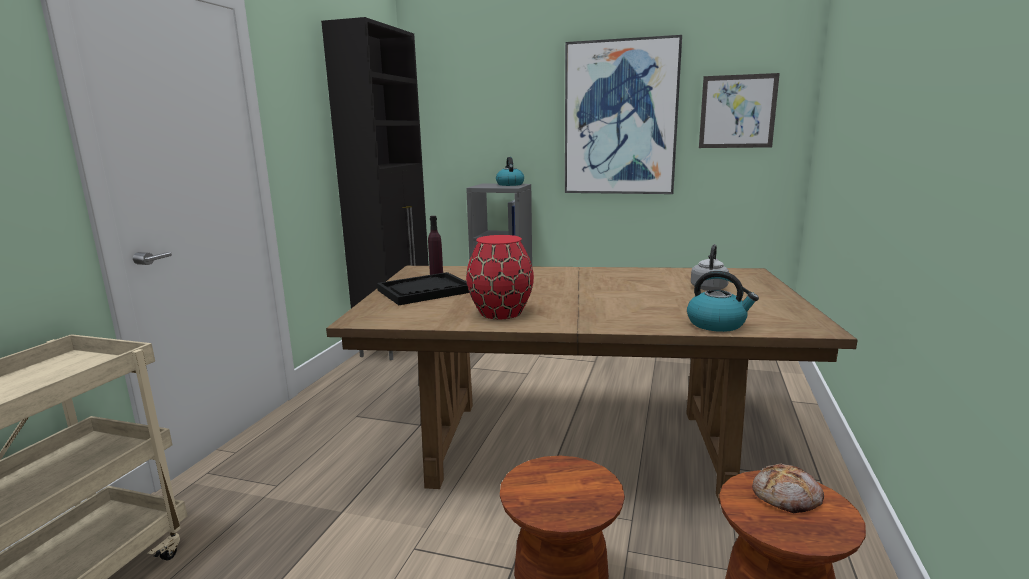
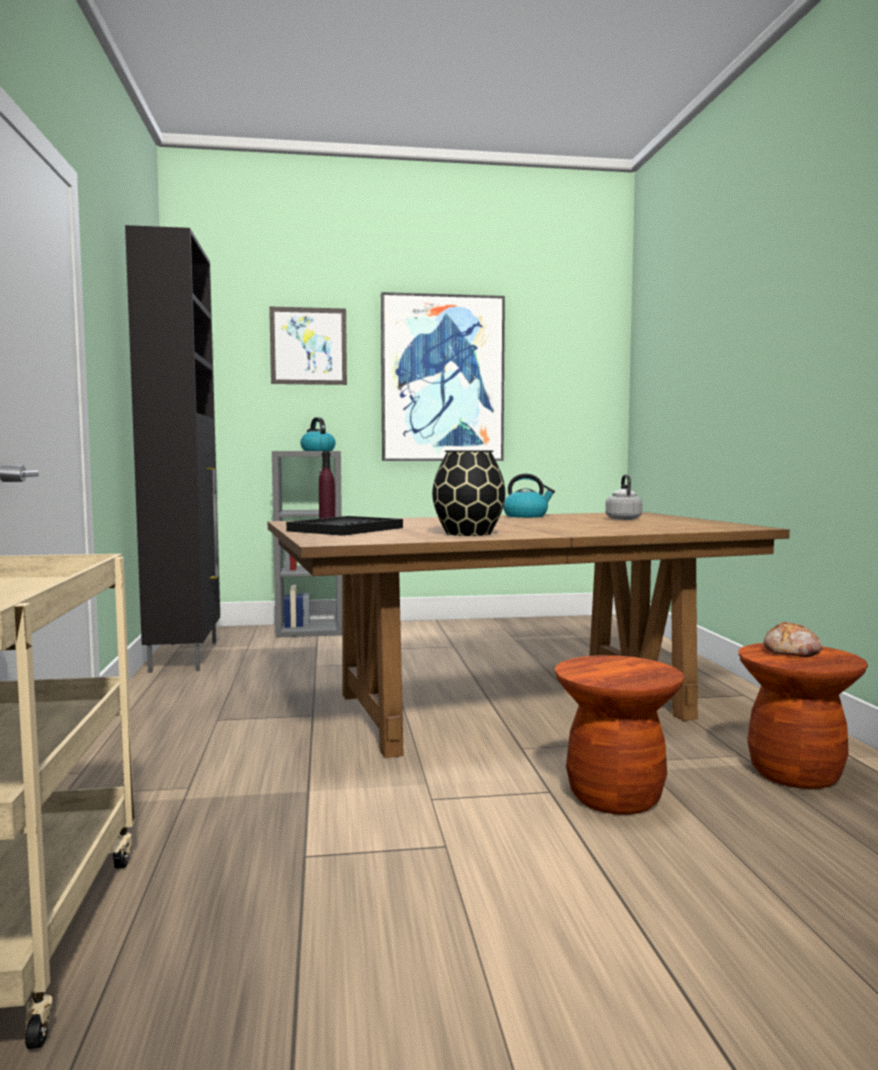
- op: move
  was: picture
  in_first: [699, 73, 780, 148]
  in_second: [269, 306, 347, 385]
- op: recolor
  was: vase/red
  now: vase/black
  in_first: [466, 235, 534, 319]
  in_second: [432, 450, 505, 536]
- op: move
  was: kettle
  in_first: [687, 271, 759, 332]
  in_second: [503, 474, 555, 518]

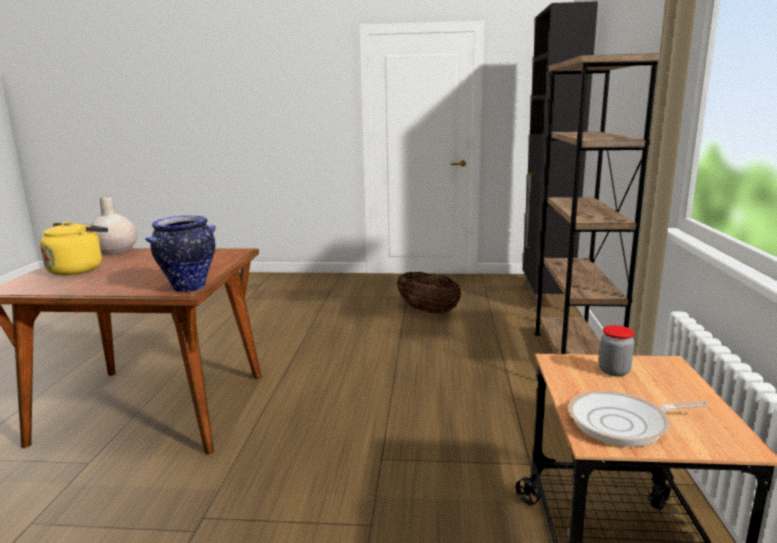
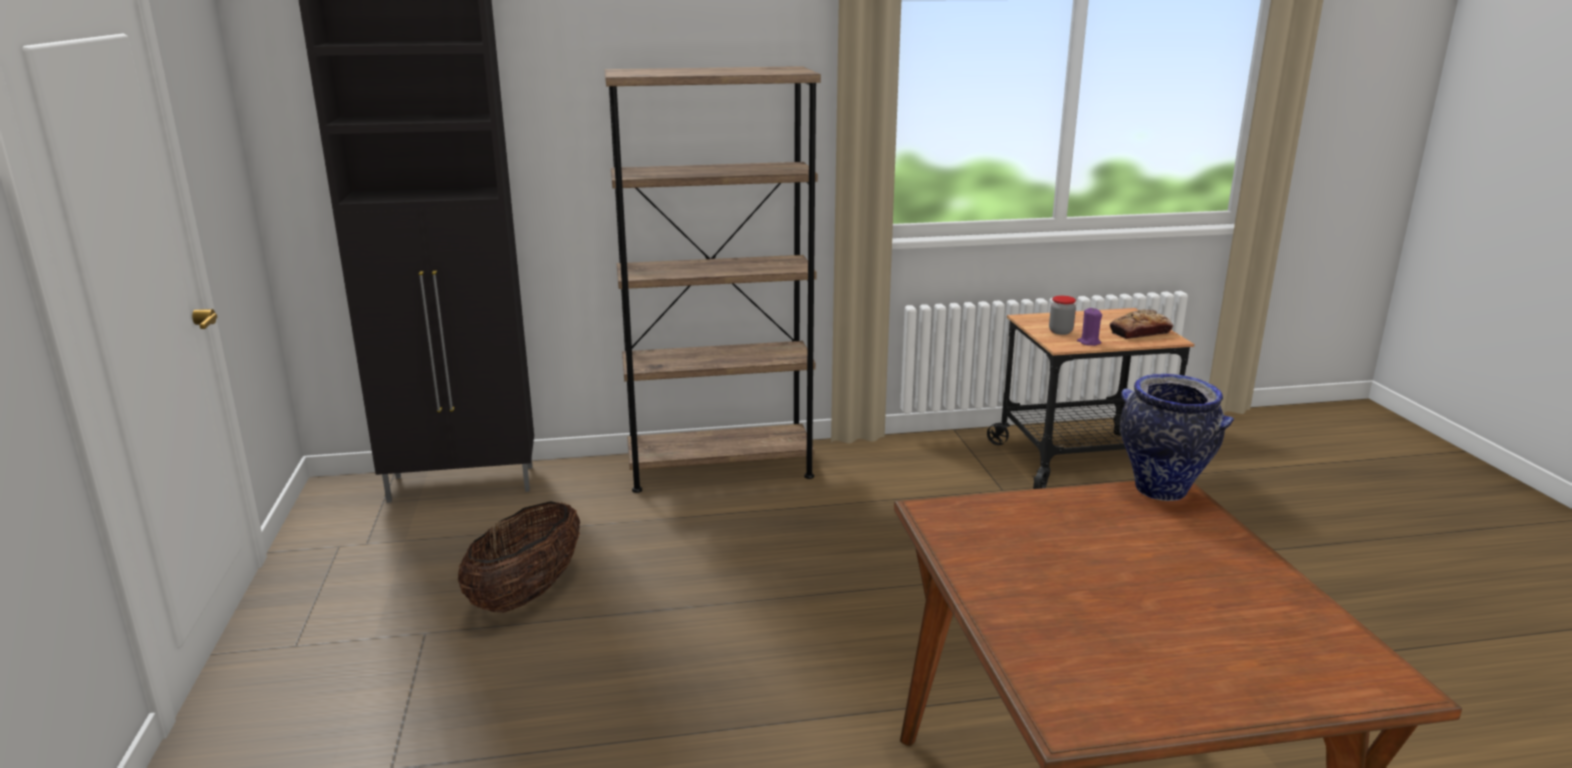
- op: delete
  was: vase/beige
  in_first: [91, 196, 137, 255]
- op: delete
  was: kettle/yellow
  in_first: [40, 221, 108, 275]
- op: replace
  was: frying pan
  now: bread
  in_first: [568, 390, 709, 447]
  in_second: [1110, 309, 1173, 339]
- op: insert
  now: candle/purple
  in_second: [1077, 308, 1102, 346]

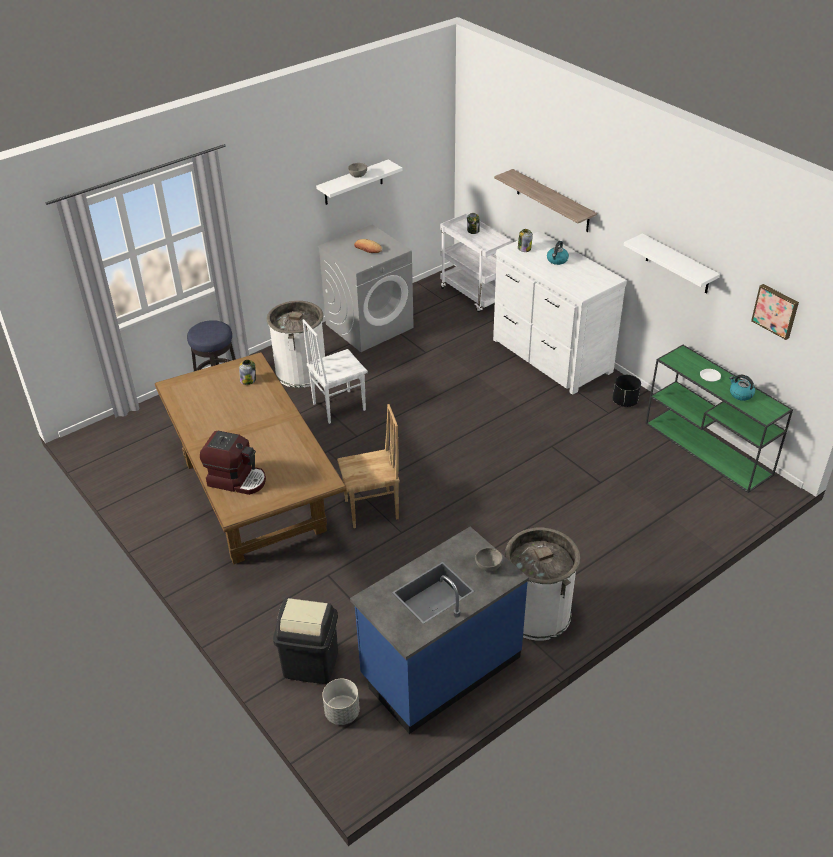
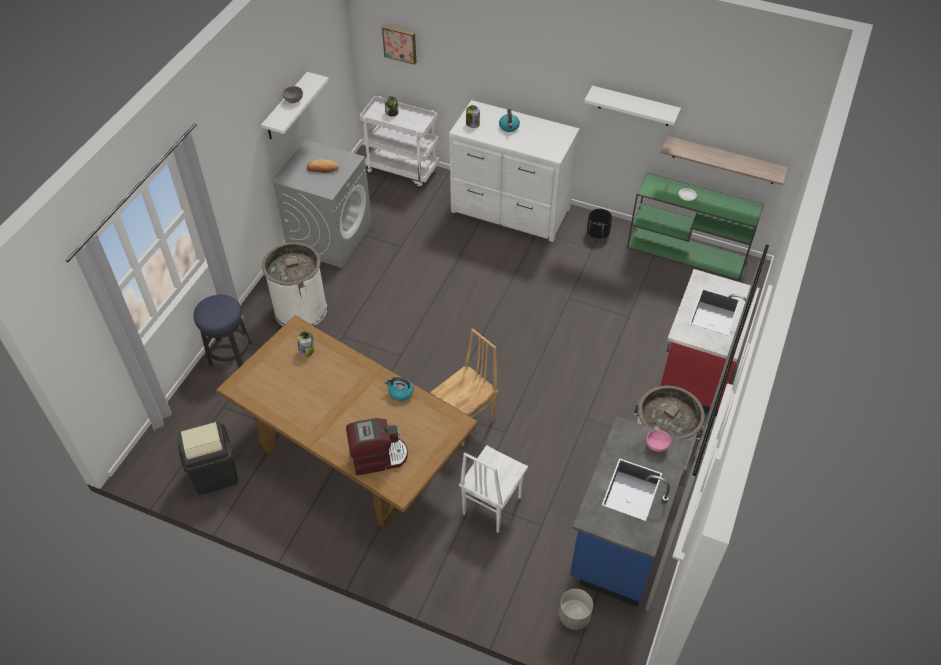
- op: move
  was: shelf
  in_first: [494, 169, 597, 232]
  in_second: [660, 136, 788, 185]
- op: move
  was: picture
  in_first: [751, 284, 799, 340]
  in_second: [382, 25, 416, 65]
- op: move
  was: chair/white
  in_first: [303, 319, 368, 424]
  in_second: [459, 445, 528, 533]
- op: move
  was: kettle
  in_first: [729, 375, 755, 401]
  in_second: [385, 377, 414, 401]
- op: recolor
  was: bowl/grey
  now: bowl/pink
  in_first: [475, 548, 503, 572]
  in_second: [646, 430, 671, 452]
- op: move
  was: trash can/black
  in_first: [273, 598, 338, 684]
  in_second: [177, 421, 238, 495]
- op: insert
  now: counter/red
  in_second: [660, 269, 760, 416]

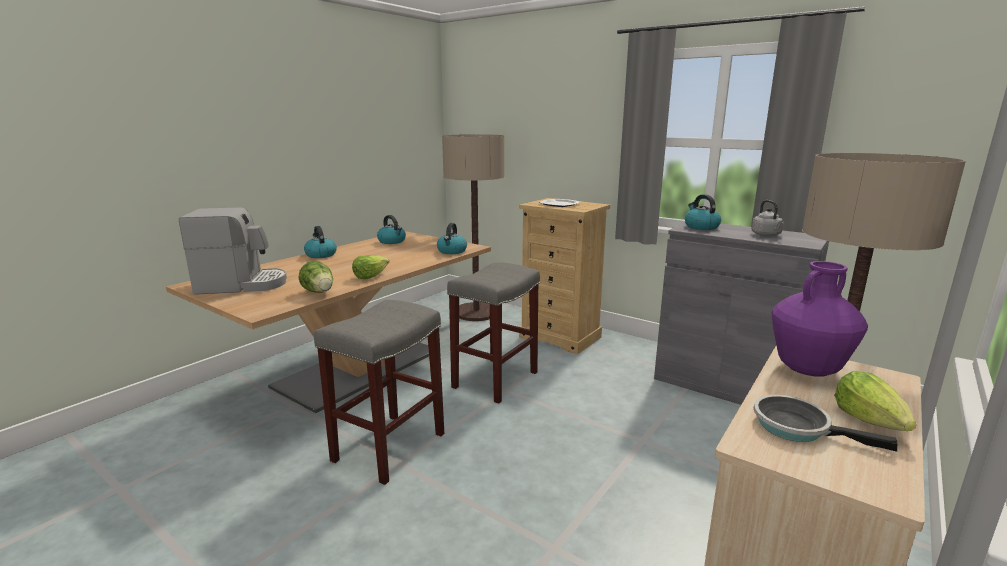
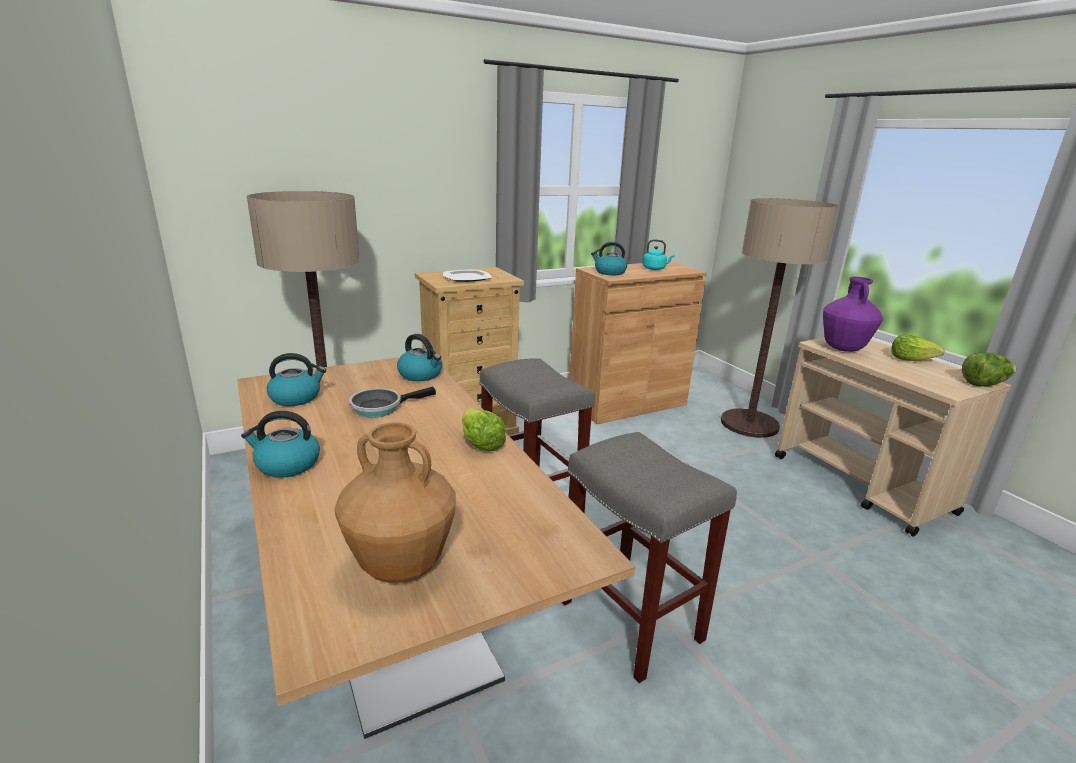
- op: recolor
  was: kettle/grey
  now: kettle/turquoise
  in_first: [751, 200, 784, 236]
  in_second: [643, 239, 675, 270]
- op: replace
  was: coffee machine
  now: vase/brown
  in_first: [179, 207, 287, 295]
  in_second: [335, 422, 456, 583]
- op: recolor
  was: cabinet/grey
  now: cabinet/brown
  in_first: [654, 223, 829, 405]
  in_second: [569, 261, 707, 424]
- op: move
  was: lettuce
  in_first: [298, 261, 333, 293]
  in_second: [962, 353, 1016, 387]
- op: move
  was: frying pan
  in_first: [754, 395, 897, 452]
  in_second: [349, 386, 436, 418]

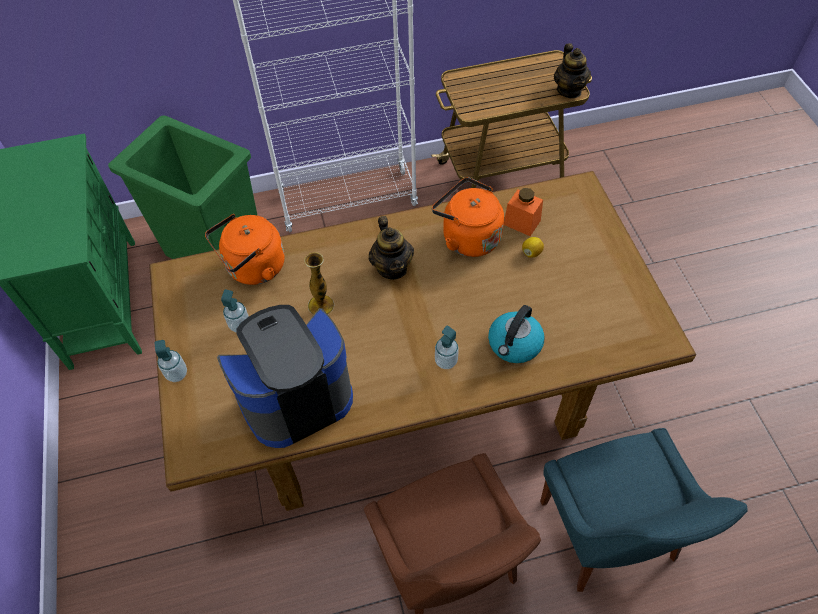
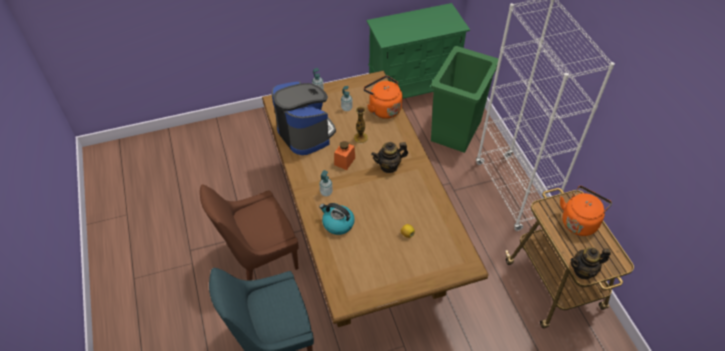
- op: move
  was: kettle/orange
  in_first: [432, 177, 504, 257]
  in_second: [560, 186, 612, 236]
- op: move
  was: jar/orange
  in_first: [504, 188, 543, 236]
  in_second: [334, 141, 355, 170]

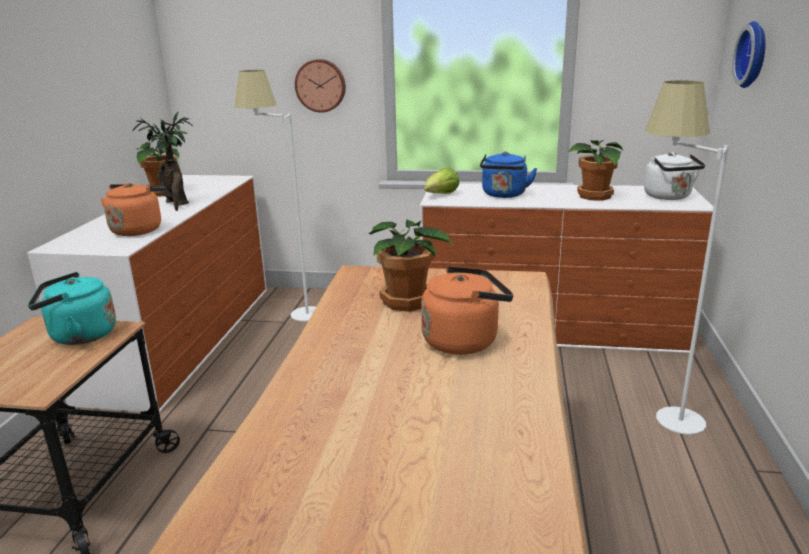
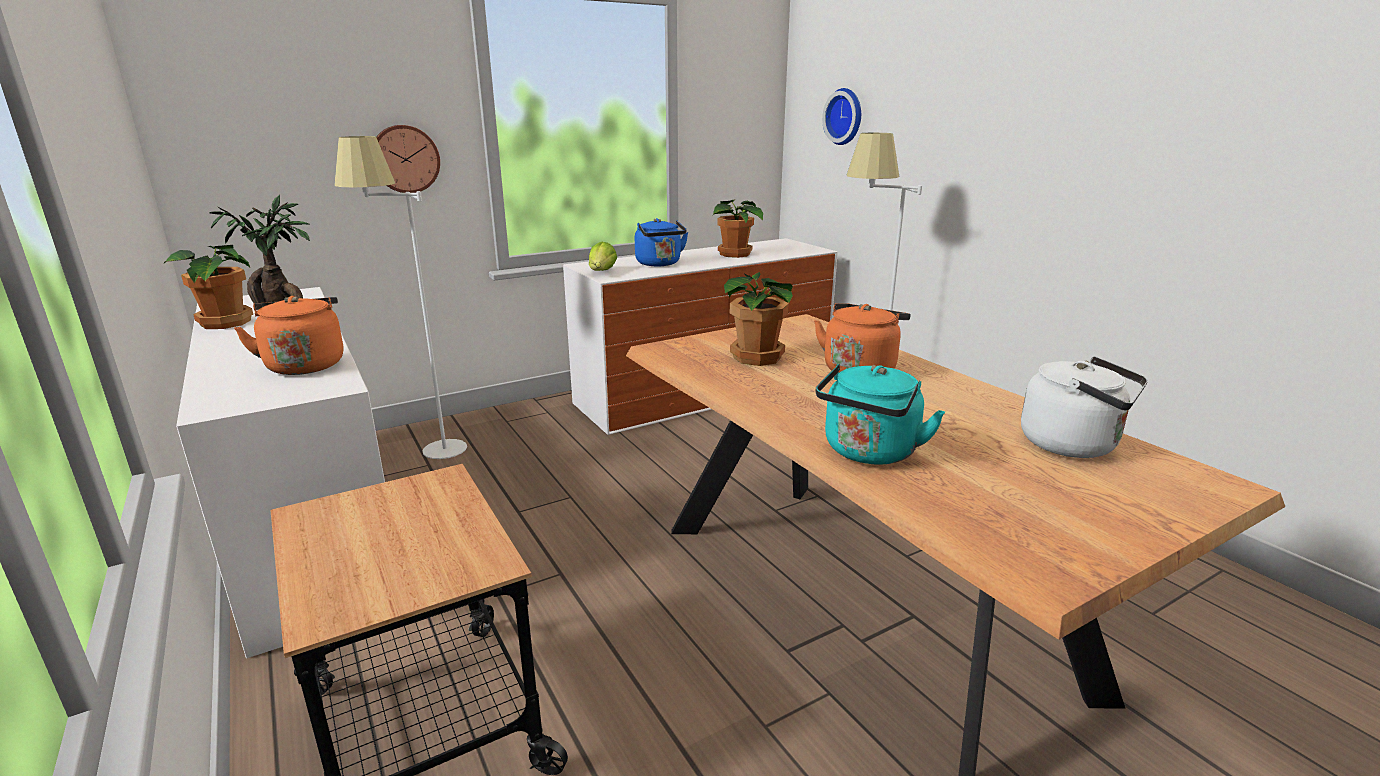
- op: move
  was: kettle/white
  in_first: [644, 152, 705, 200]
  in_second: [1021, 356, 1148, 458]
- op: move
  was: kettle/turquoise
  in_first: [28, 272, 116, 345]
  in_second: [816, 364, 945, 464]

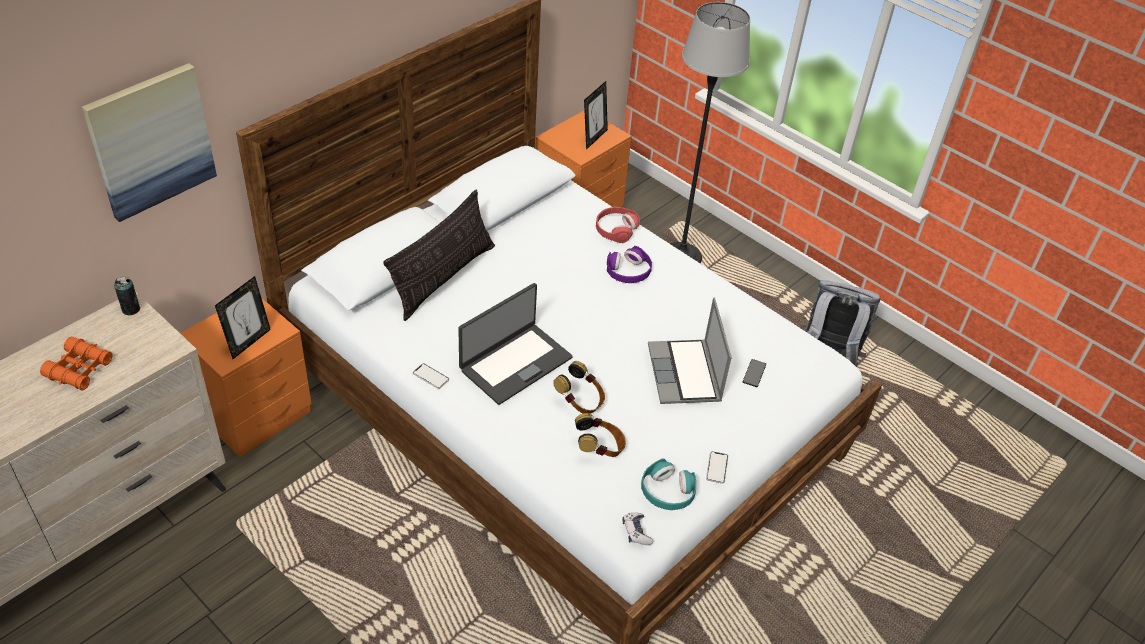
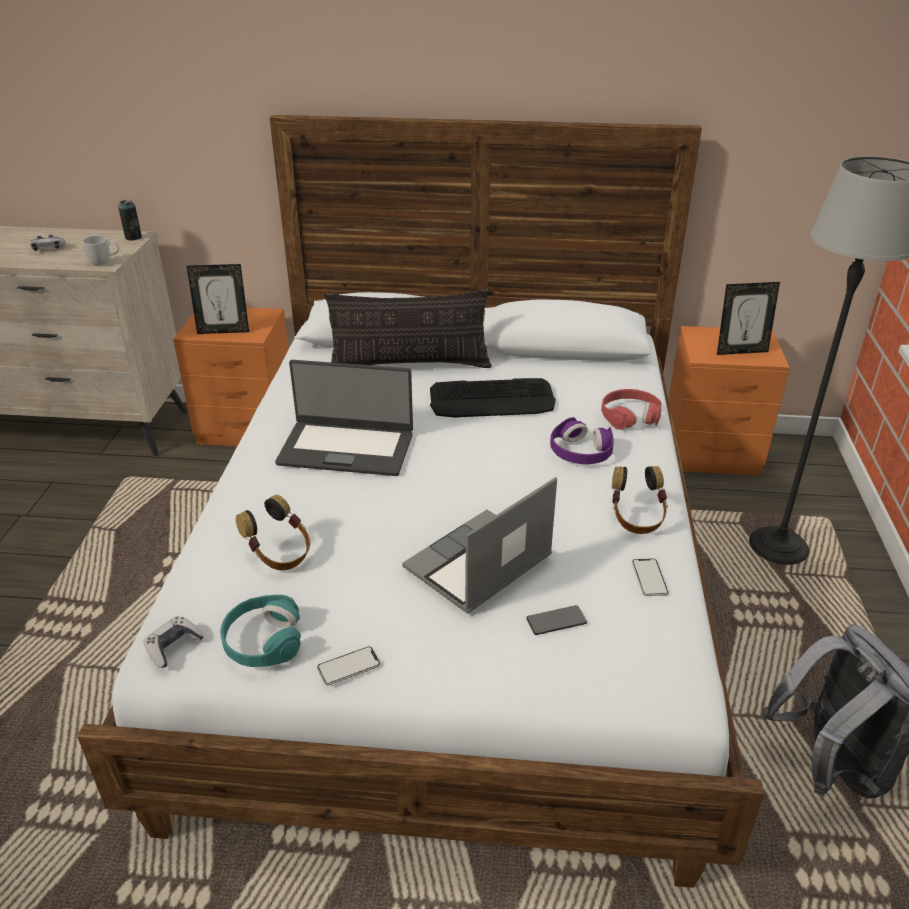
- op: delete
  was: picture
  in_first: [82, 63, 217, 222]
- op: replace
  was: binoculars/orange
  now: game controller
  in_first: [40, 337, 113, 391]
  in_second: [29, 235, 66, 251]
- op: move
  was: headphones
  in_first: [553, 361, 605, 414]
  in_second: [612, 466, 668, 534]
- op: move
  was: phone
  in_first: [413, 363, 449, 389]
  in_second: [632, 558, 669, 596]
- op: insert
  now: mug/white
  in_second: [82, 235, 120, 265]
- op: insert
  now: keyboard
  in_second: [430, 378, 556, 418]

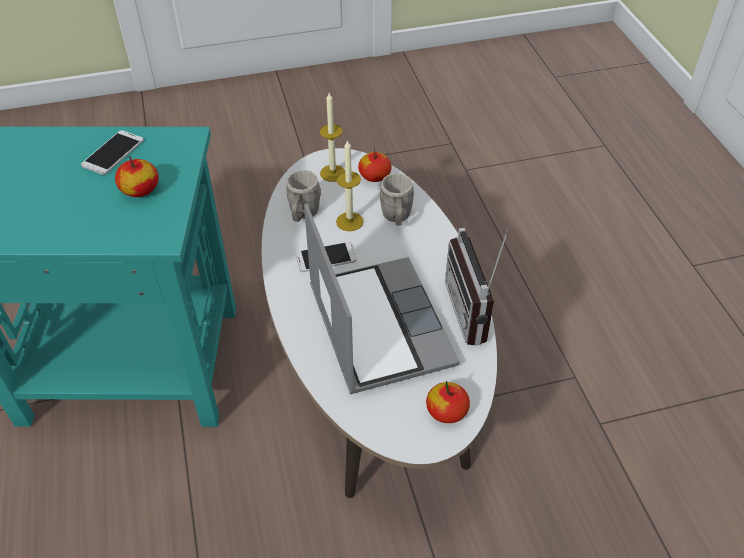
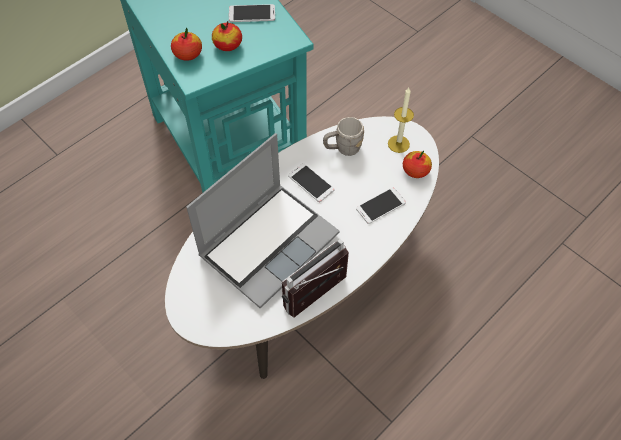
- op: delete
  was: candle
  in_first: [336, 140, 364, 231]
- op: replace
  was: mug/grey
  now: phone
  in_first: [379, 173, 414, 226]
  in_second: [356, 187, 406, 224]
- op: move
  was: apple
  in_first: [426, 380, 470, 423]
  in_second: [171, 27, 202, 61]

